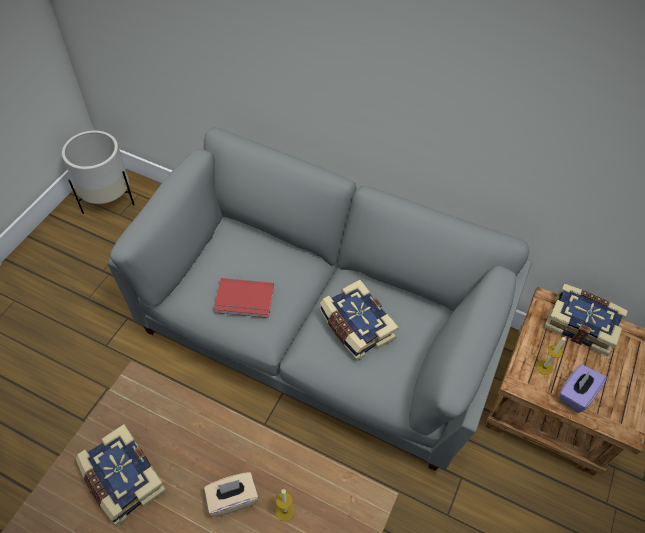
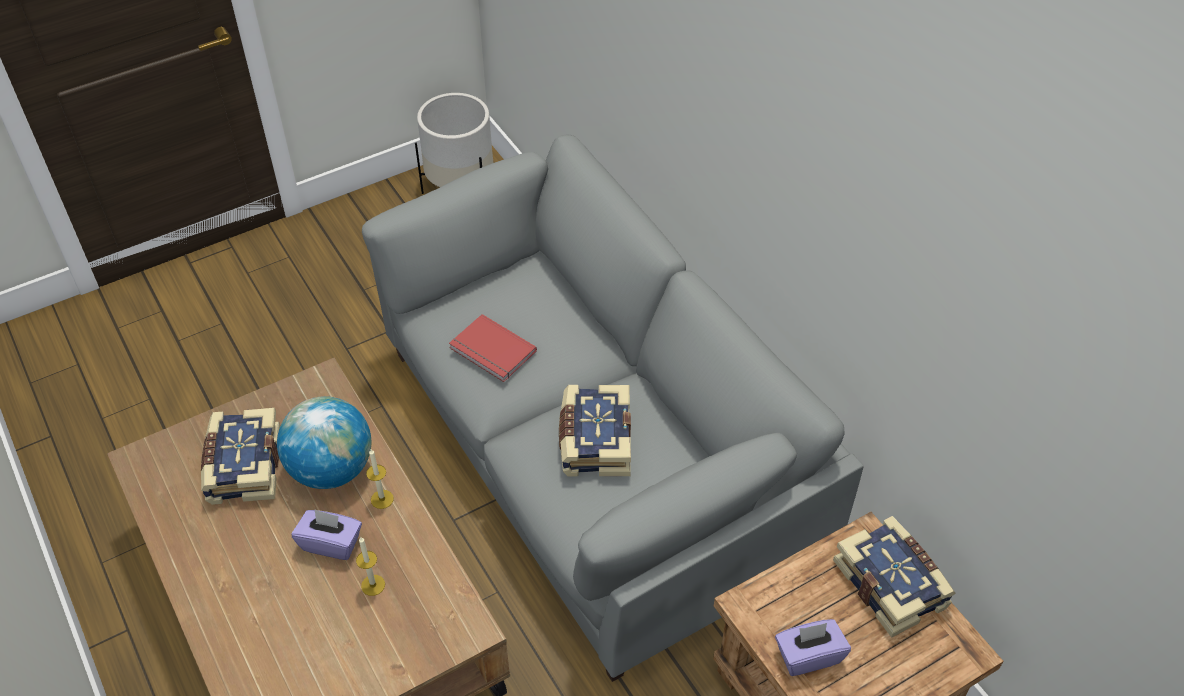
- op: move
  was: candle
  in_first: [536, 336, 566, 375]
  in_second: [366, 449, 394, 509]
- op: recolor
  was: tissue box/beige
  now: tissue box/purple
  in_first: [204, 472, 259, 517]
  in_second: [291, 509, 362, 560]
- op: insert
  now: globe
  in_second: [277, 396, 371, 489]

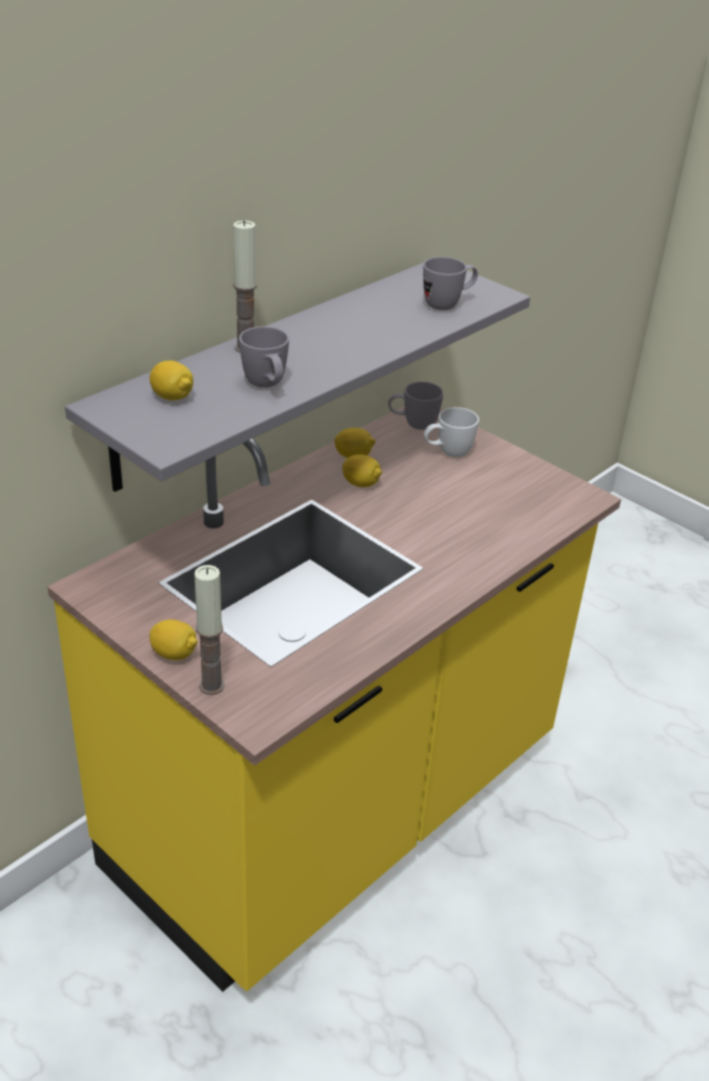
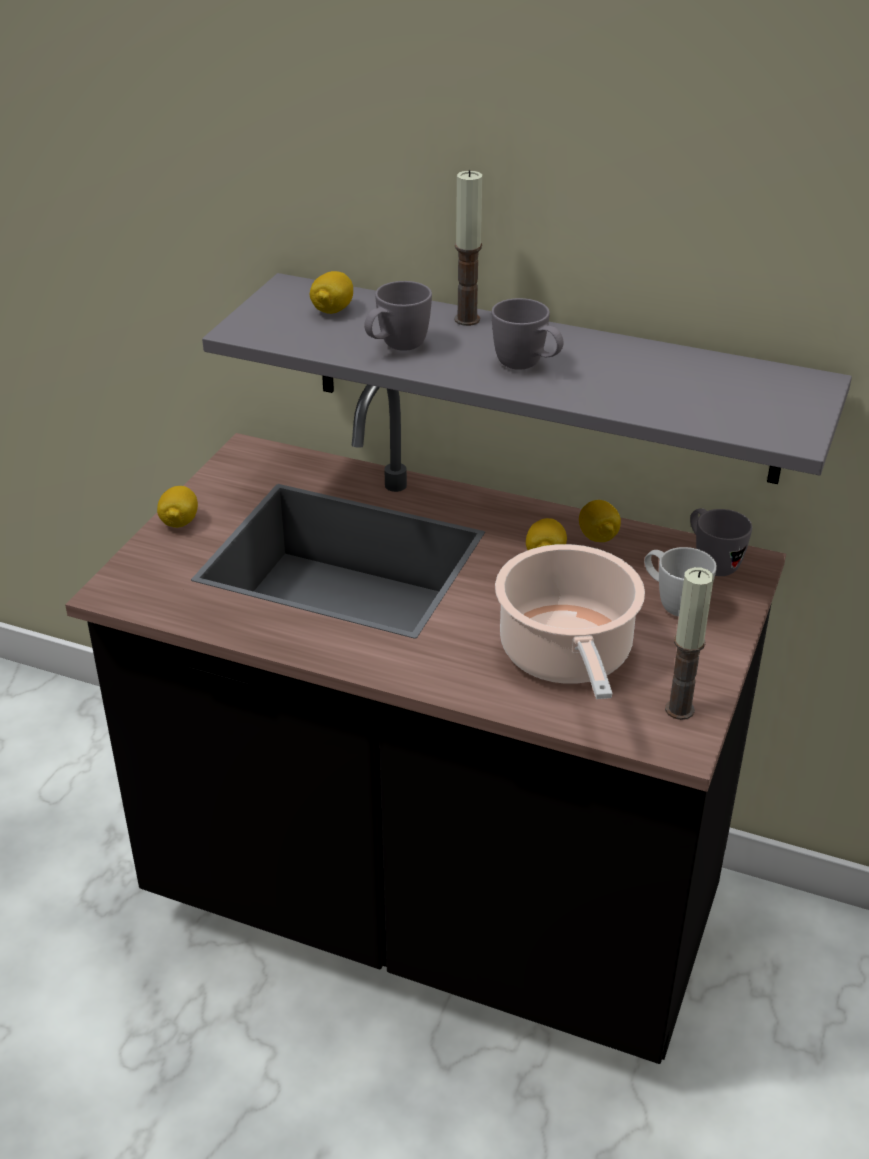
- op: move
  was: mug/grey
  in_first: [423, 257, 478, 310]
  in_second: [491, 298, 564, 370]
- op: recolor
  was: counter/yellow
  now: counter/black
  in_first: [47, 406, 621, 992]
  in_second: [65, 385, 786, 1064]
- op: move
  was: candle
  in_first: [194, 565, 225, 695]
  in_second: [665, 567, 714, 720]
- op: insert
  now: cooking pot
  in_second: [495, 544, 645, 699]

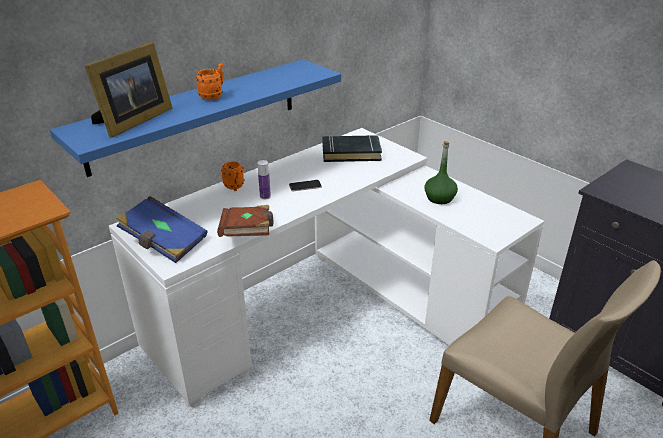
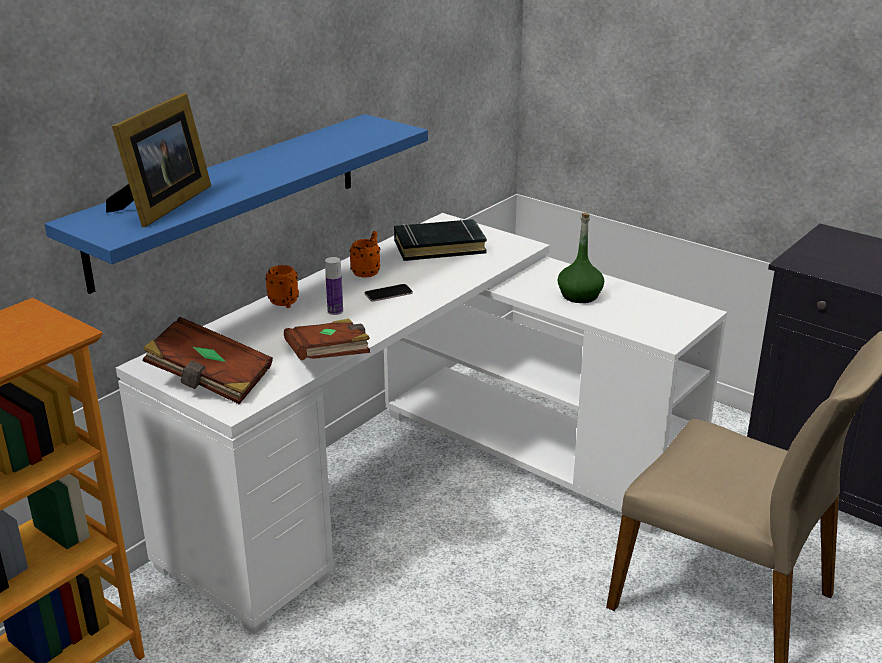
- op: move
  was: mug/orange
  in_first: [196, 63, 224, 100]
  in_second: [349, 231, 380, 278]
- op: recolor
  was: book/blue
  now: book/brown
  in_first: [116, 196, 207, 263]
  in_second: [143, 317, 273, 404]

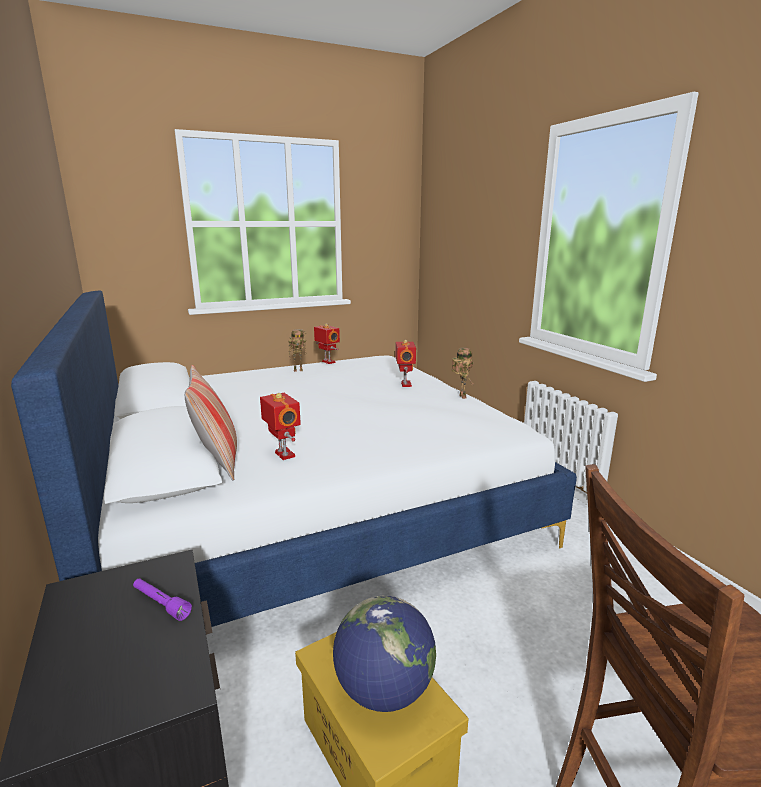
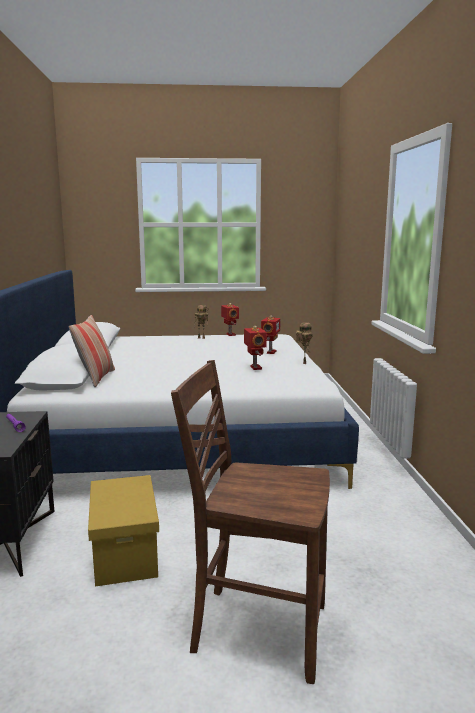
- op: move
  was: toy robot
  in_first: [260, 393, 301, 460]
  in_second: [244, 326, 267, 370]
- op: delete
  was: globe
  in_first: [333, 596, 436, 712]

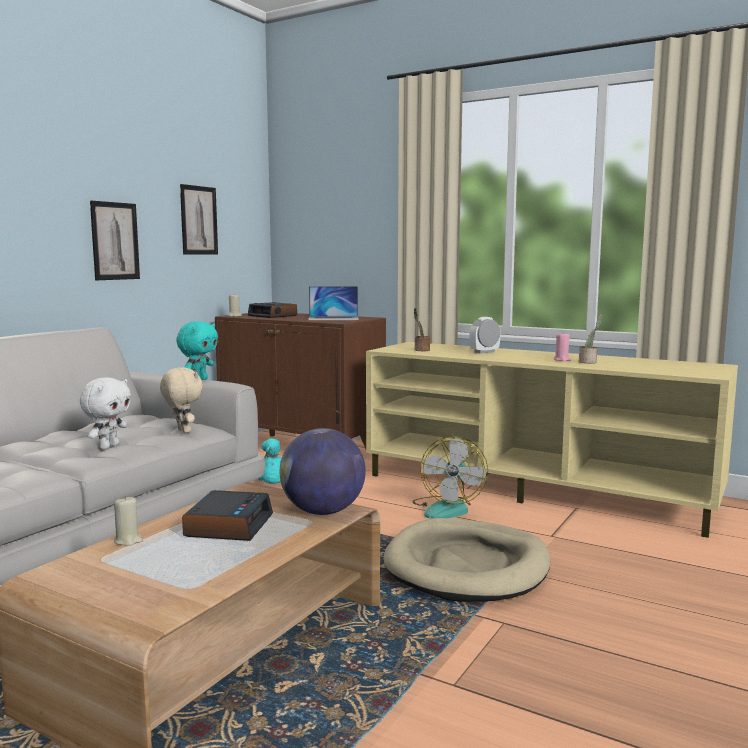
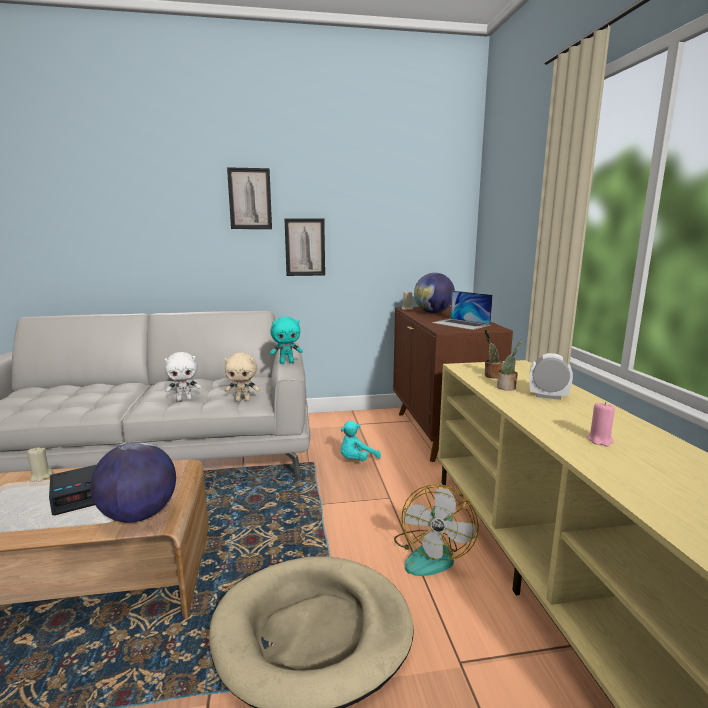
- op: move
  was: picture
  in_first: [180, 184, 218, 255]
  in_second: [227, 167, 272, 229]
- op: replace
  was: alarm clock
  now: globe
  in_first: [248, 302, 297, 318]
  in_second: [414, 273, 455, 313]
- op: move
  was: potted plant
  in_first: [579, 314, 602, 364]
  in_second: [497, 340, 522, 391]
- op: rotate
  was: plush toy/beige
  in_first: [160, 367, 203, 433]
  in_second: [224, 353, 260, 401]
  clockwise: 75
- op: rotate
  was: fan
  in_first: [412, 436, 488, 519]
  in_second: [394, 485, 479, 576]
  clockwise: -45

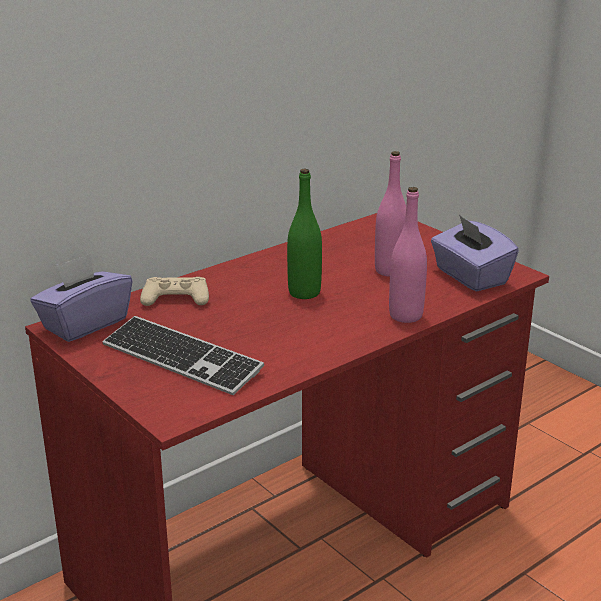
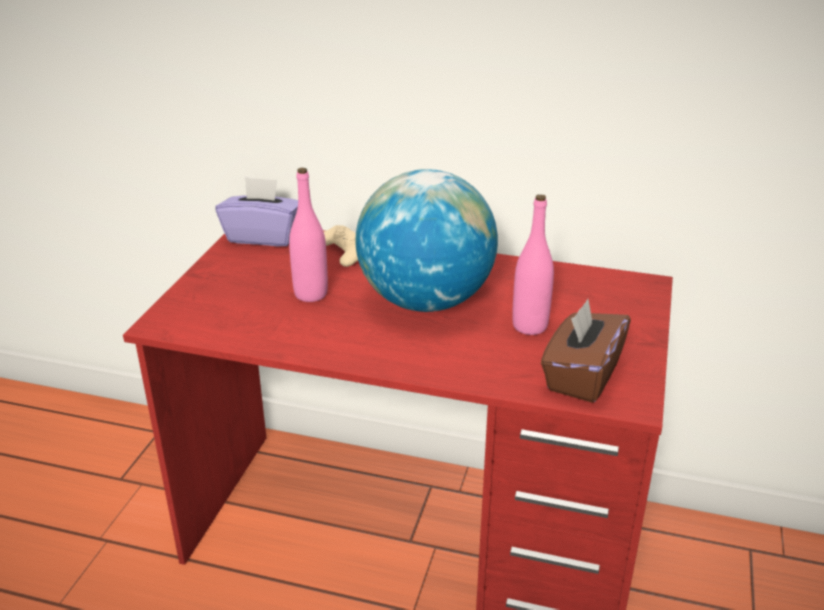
- op: replace
  was: bottle/green
  now: globe
  in_first: [287, 169, 322, 299]
  in_second: [355, 169, 498, 312]
- op: move
  was: bottle/pink
  in_first: [389, 187, 427, 323]
  in_second: [289, 168, 328, 302]
- op: recolor
  was: tissue box/purple
  now: tissue box/brown
  in_first: [431, 215, 519, 292]
  in_second: [541, 299, 631, 403]
- op: delete
  was: keyboard
  in_first: [102, 316, 264, 395]

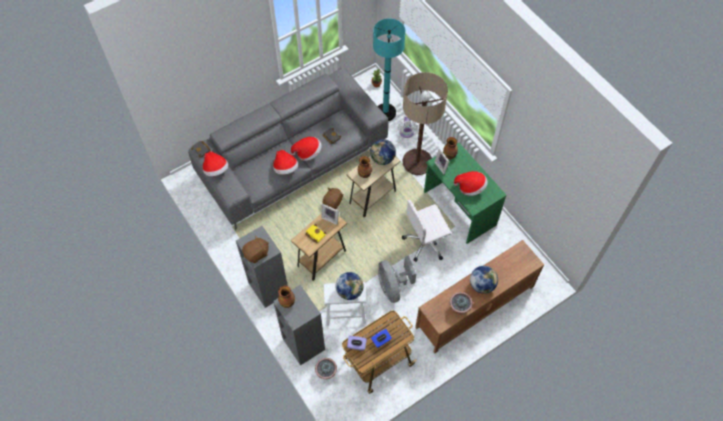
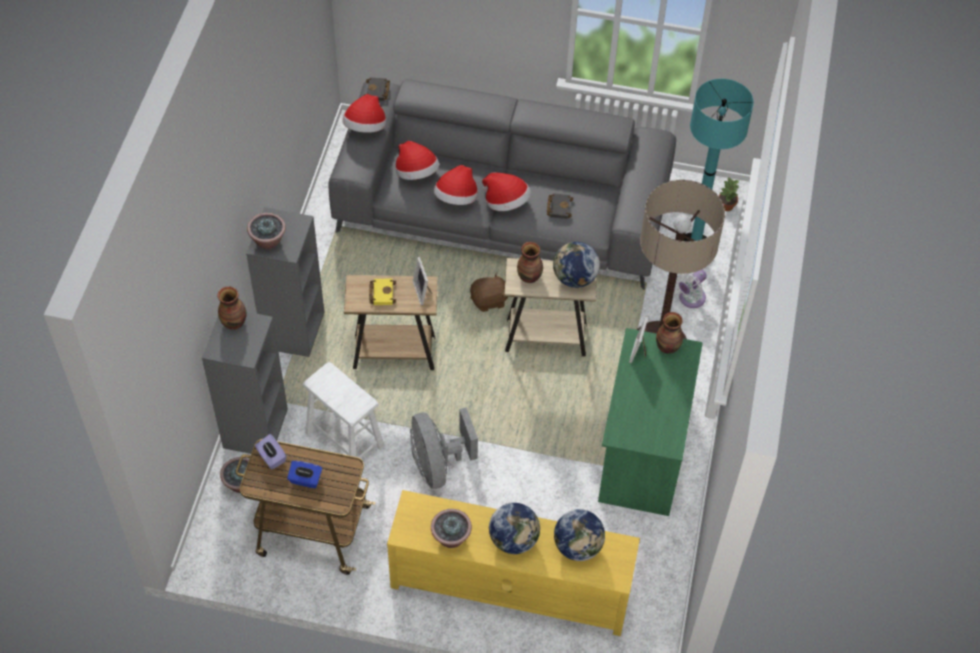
- op: move
  was: hat
  in_first: [454, 171, 488, 196]
  in_second: [396, 141, 439, 180]
- op: delete
  was: office chair/white
  in_first: [402, 200, 452, 262]
- op: replace
  was: plush toy/brown
  now: potted plant
  in_first: [242, 235, 269, 263]
  in_second: [247, 213, 286, 250]
- op: recolor
  was: tv stand/brown
  now: tv stand/yellow
  in_first: [415, 240, 544, 353]
  in_second: [387, 490, 640, 636]
- op: rotate
  was: fan/grey
  in_first: [378, 256, 416, 303]
  in_second: [410, 407, 478, 489]
  clockwise: -45
- op: move
  was: globe
  in_first: [336, 272, 364, 300]
  in_second: [554, 509, 605, 561]

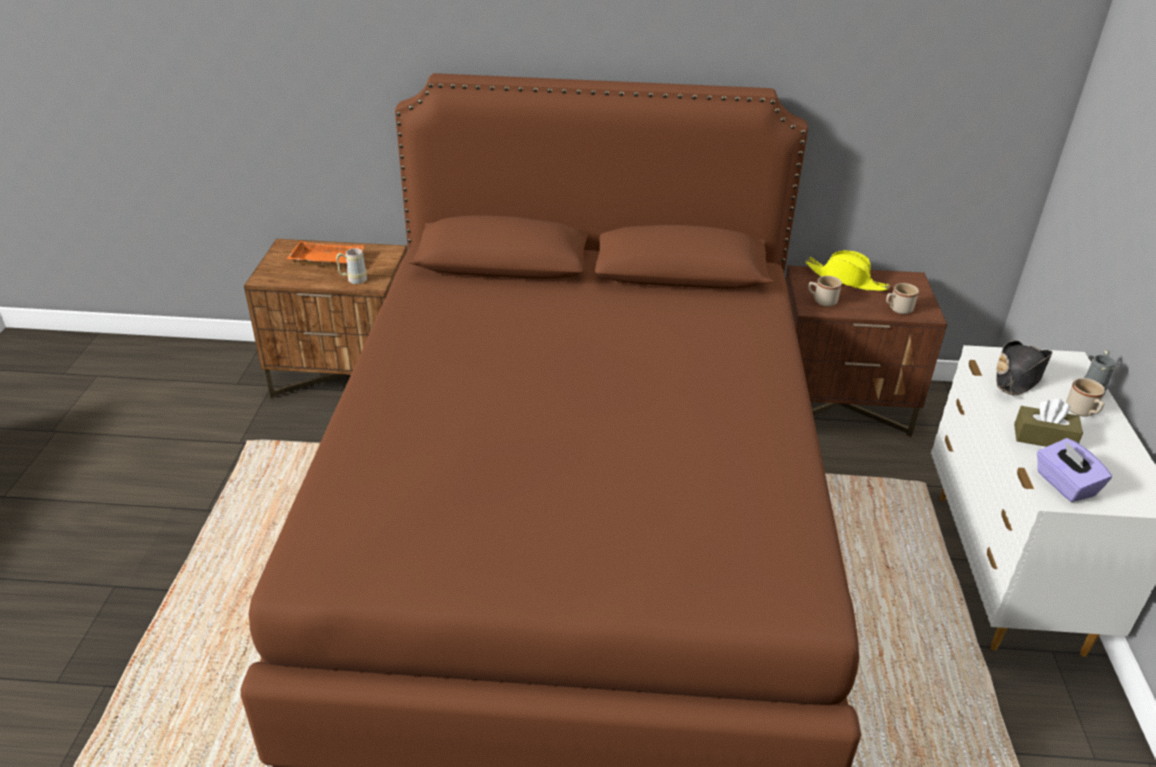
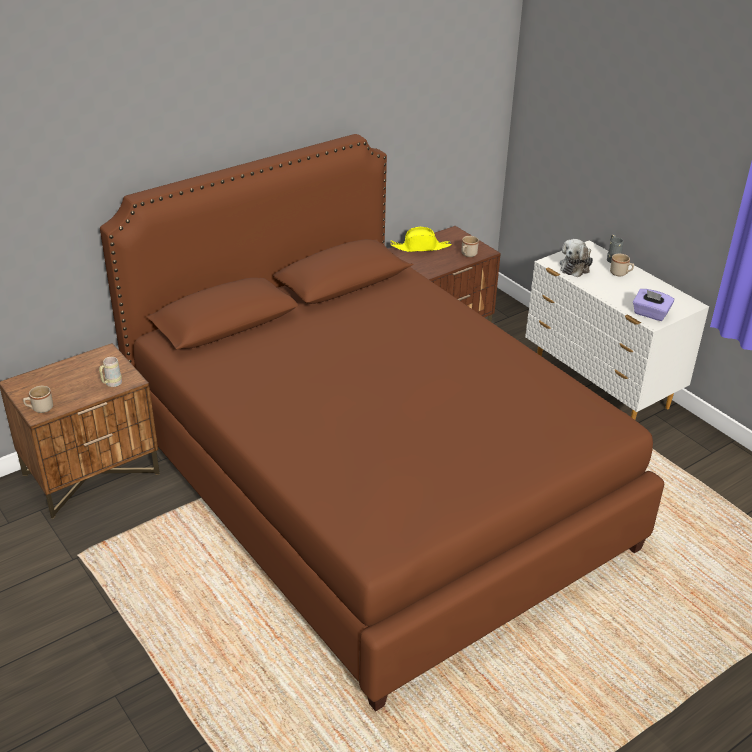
- op: delete
  was: tray/orange
  in_first: [286, 241, 364, 269]
- op: move
  was: mug/beige
  in_first: [808, 276, 842, 306]
  in_second: [23, 386, 53, 413]
- op: replace
  was: hat/black
  now: plush toy
  in_first: [996, 340, 1053, 395]
  in_second: [560, 239, 593, 277]
- op: delete
  was: tissue box/brown
  in_first: [1014, 399, 1083, 447]

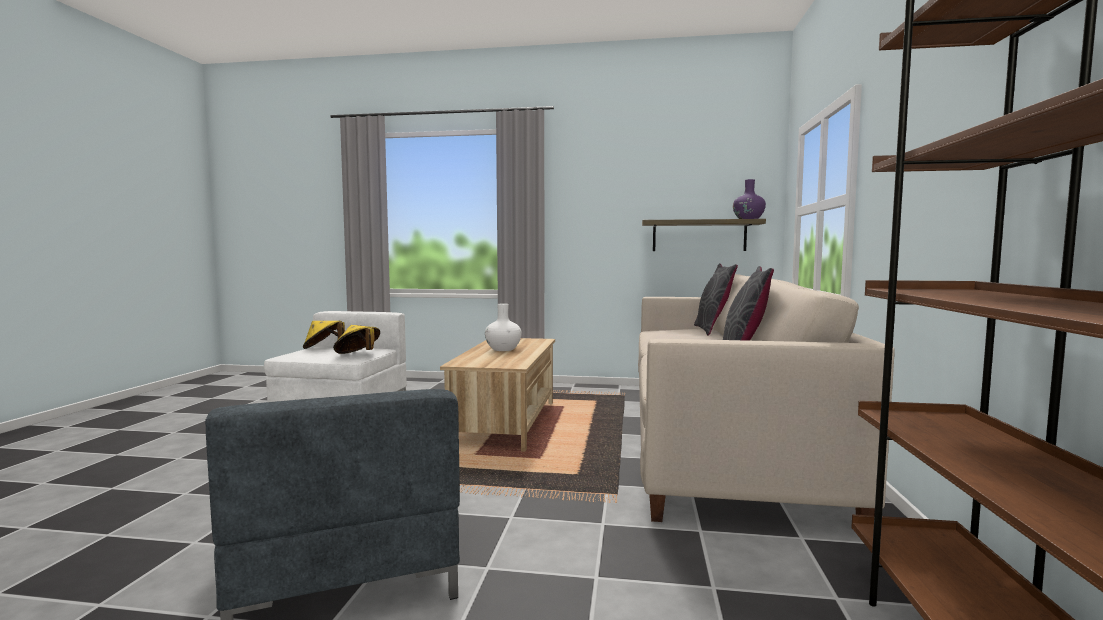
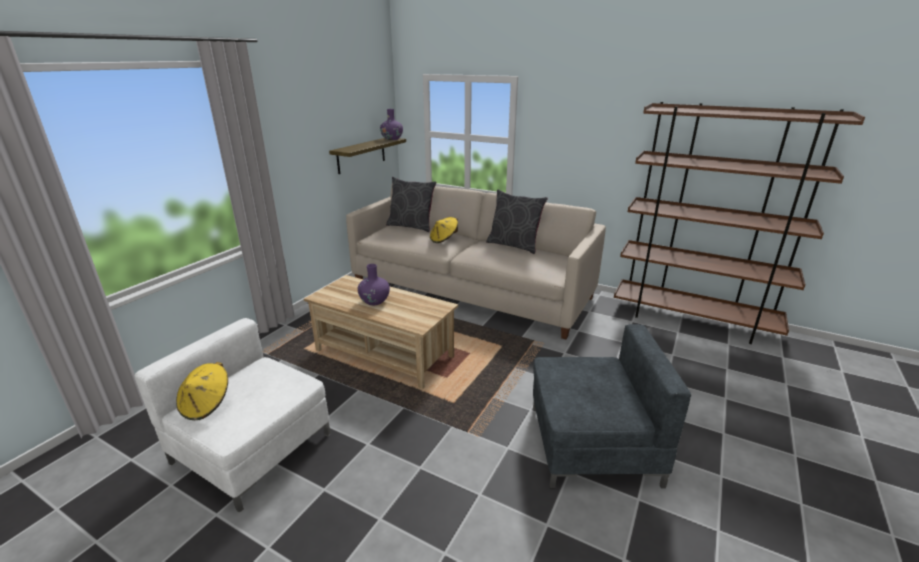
- op: recolor
  was: vase/white
  now: vase/purple
  in_first: [485, 303, 522, 351]
  in_second: [358, 264, 390, 305]
- op: move
  was: hat/yellow
  in_first: [333, 325, 380, 354]
  in_second: [430, 217, 458, 243]

